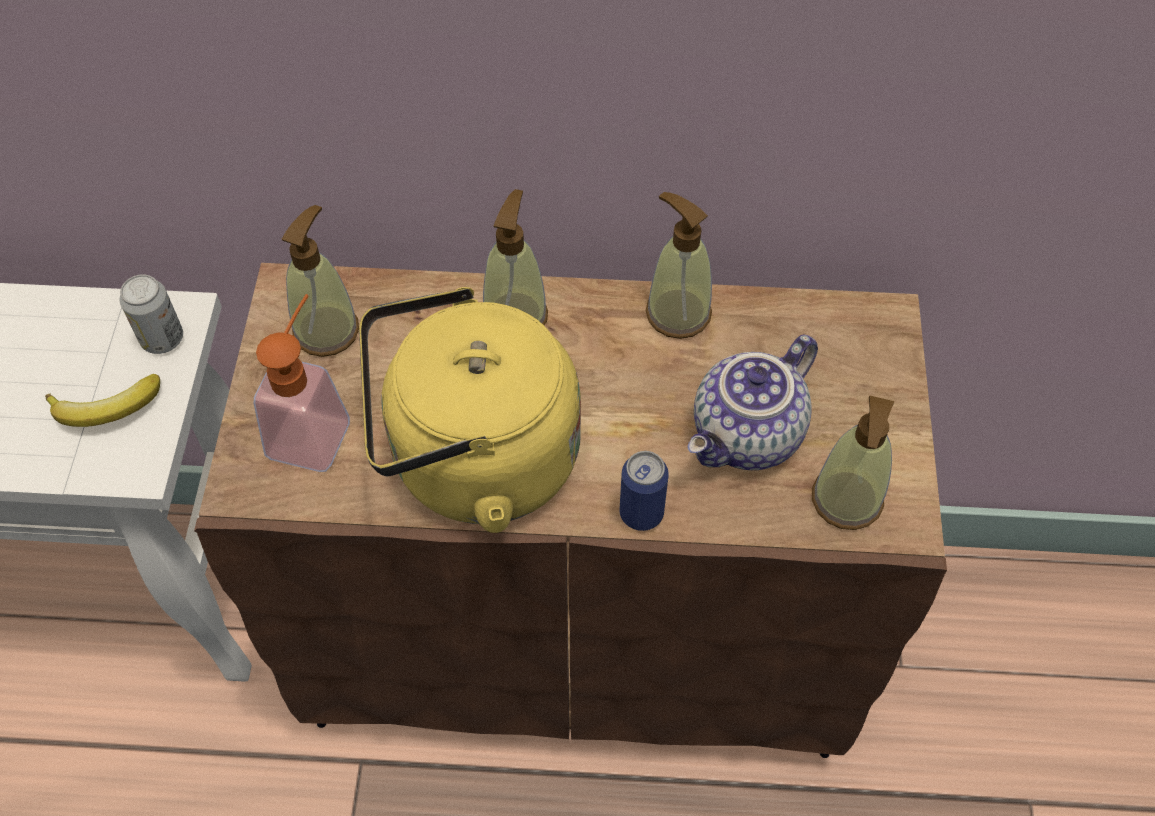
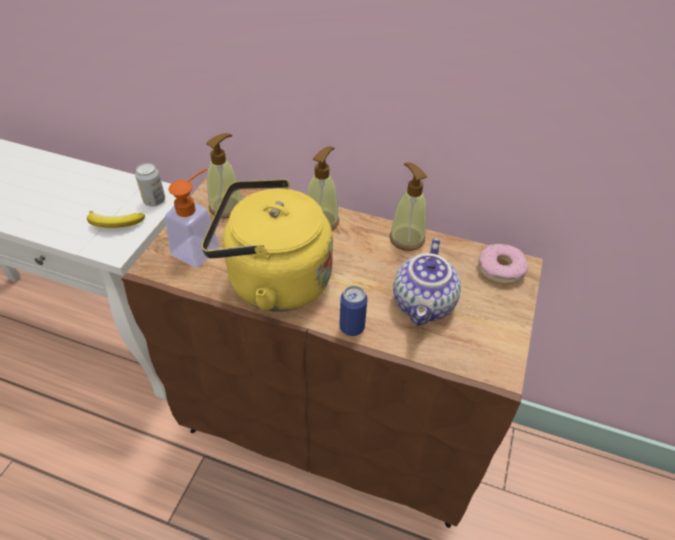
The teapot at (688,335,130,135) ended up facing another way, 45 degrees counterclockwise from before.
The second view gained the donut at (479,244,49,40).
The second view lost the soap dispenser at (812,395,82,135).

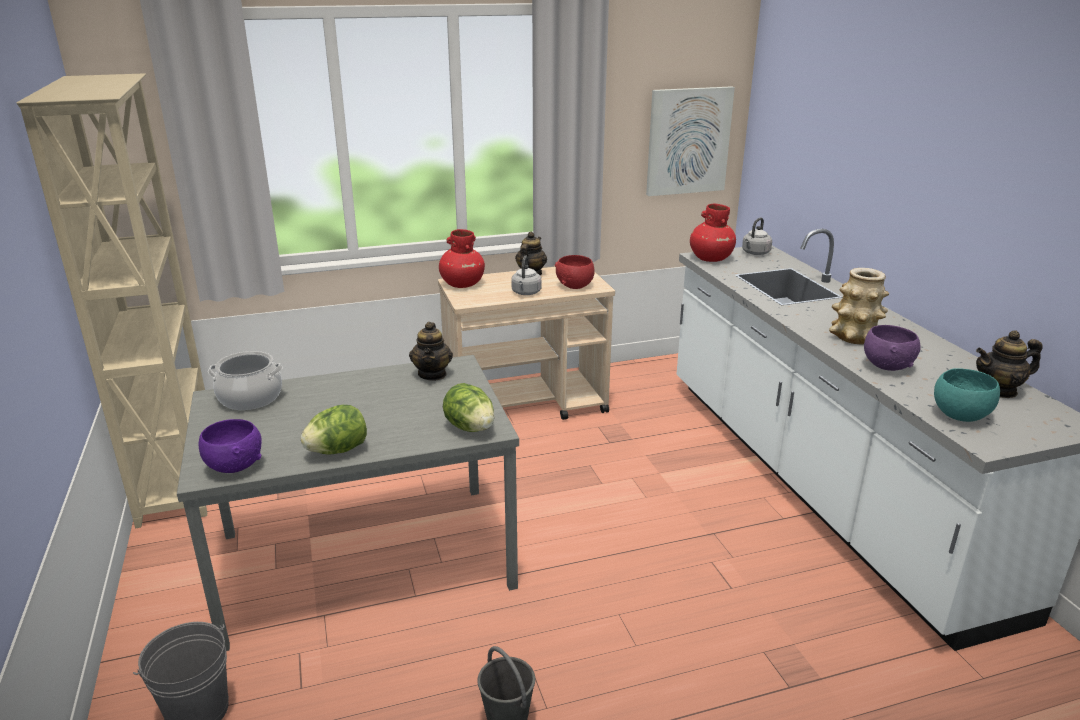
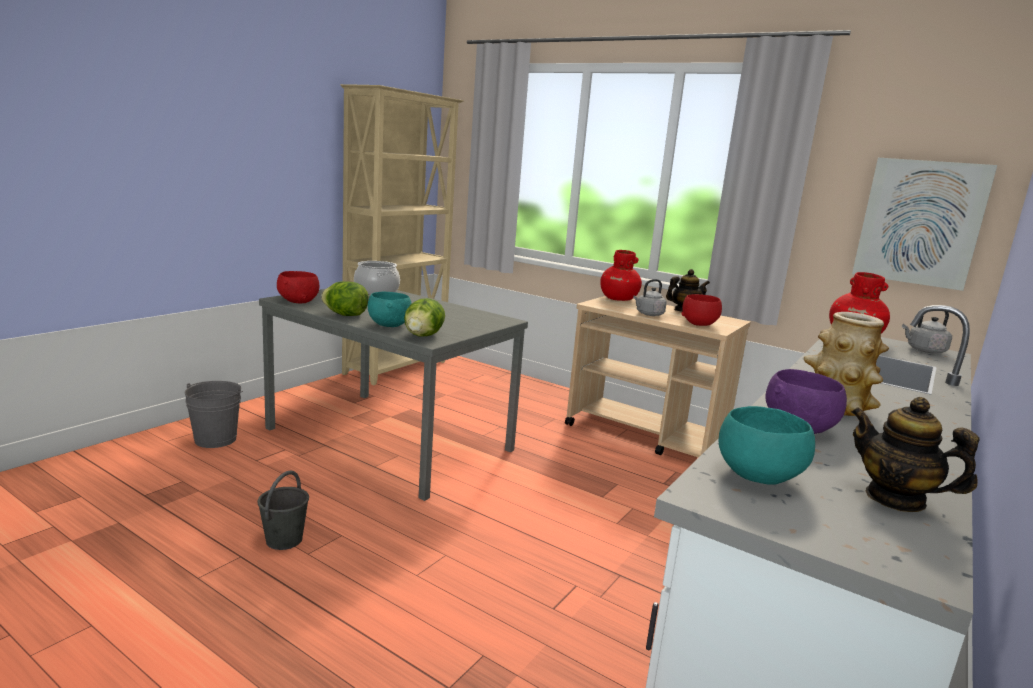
What was the purple bowl at (199,419,63,54) turned into the red bowl at (277,271,43,32).
The second view gained the turquoise bowl at (368,292,44,35).
The second view lost the teapot at (409,322,44,59).

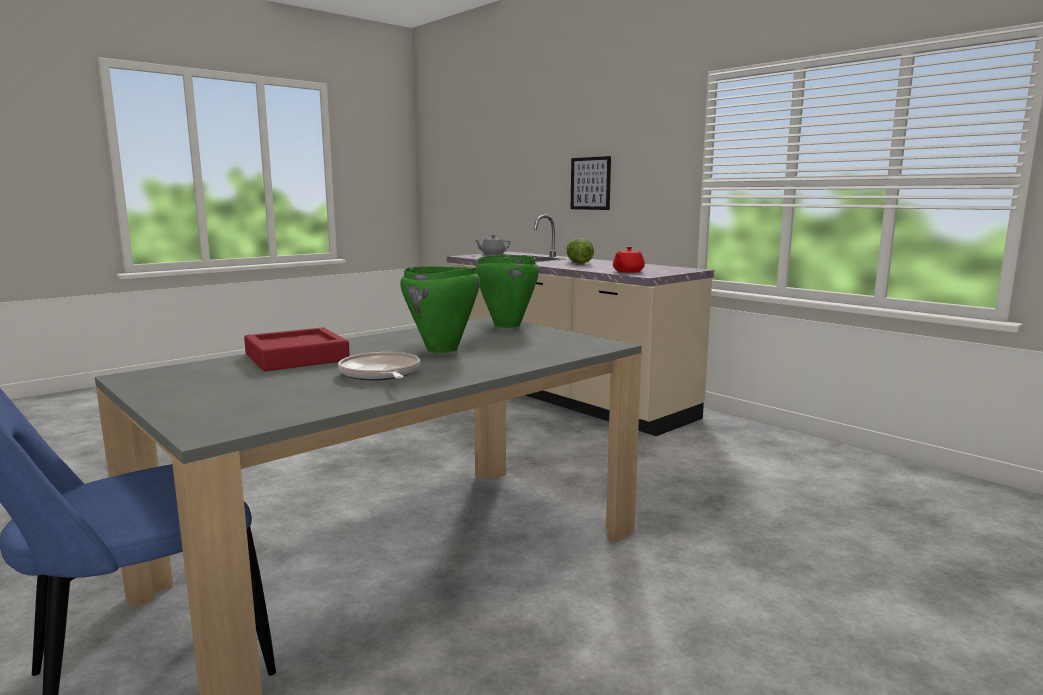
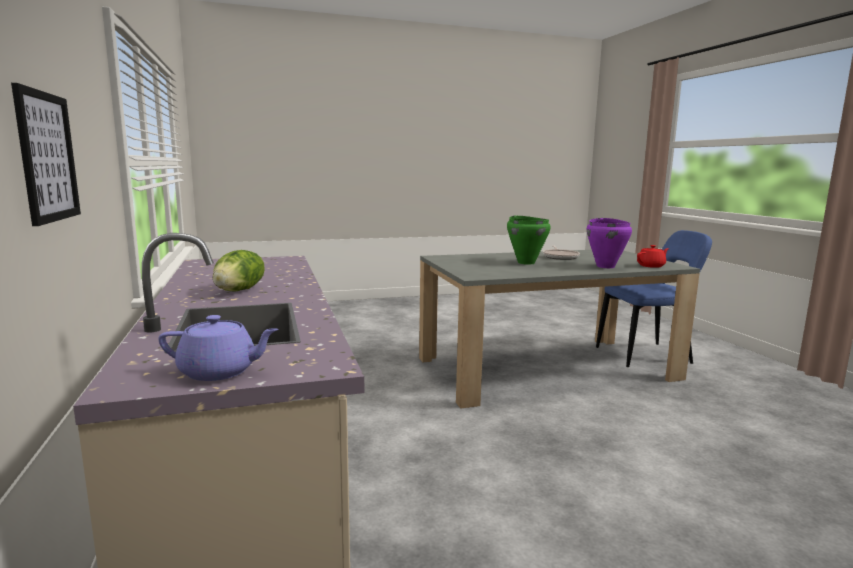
What was the grey teapot at (475,235,35,20) turned into the purple teapot at (159,315,119,66).
Where the red tray stood at (244,327,106,44), the purple cooking pot came to stand at (587,218,45,50).
The red teapot ended up elsewhere, having gone from (613,247,32,25) to (637,245,32,23).
The second view lost the green cooking pot at (476,254,63,74).

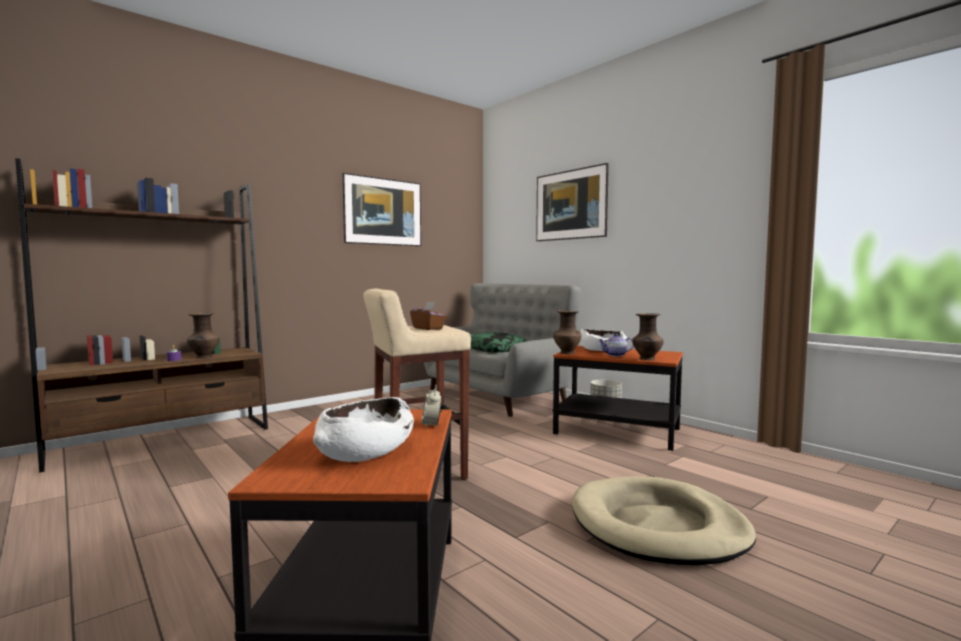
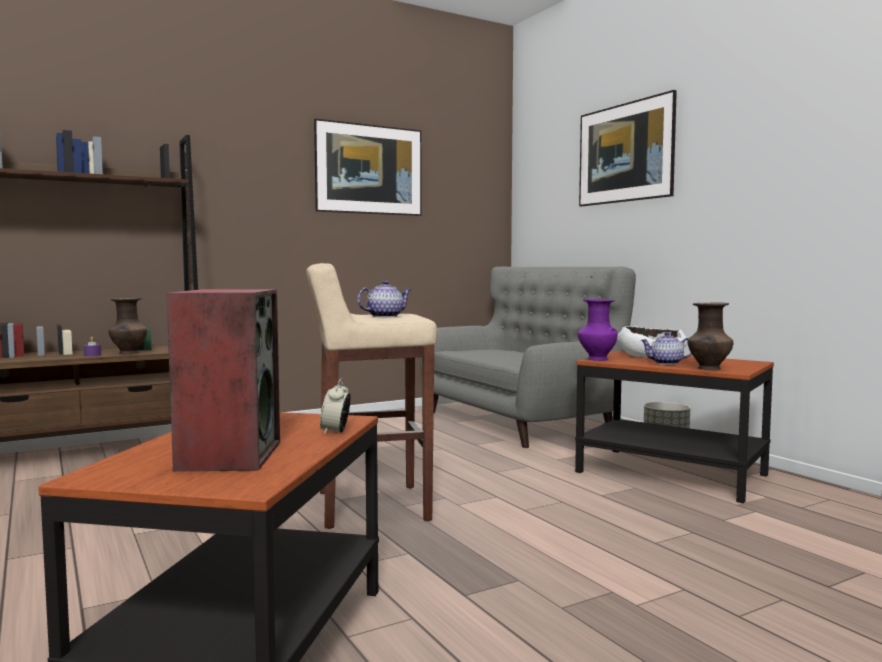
Where the white bowl stood at (313,397,101,65), the speaker came to stand at (167,289,113,183).
Where the brown tissue box stood at (410,302,36,28), the teapot came to stand at (358,281,53,36).
What was the brown vase at (553,310,28,44) turned into the purple vase at (578,299,40,62).
The second view lost the pillow at (470,332,56,20).
The second view lost the beige dog bed at (572,476,184,89).

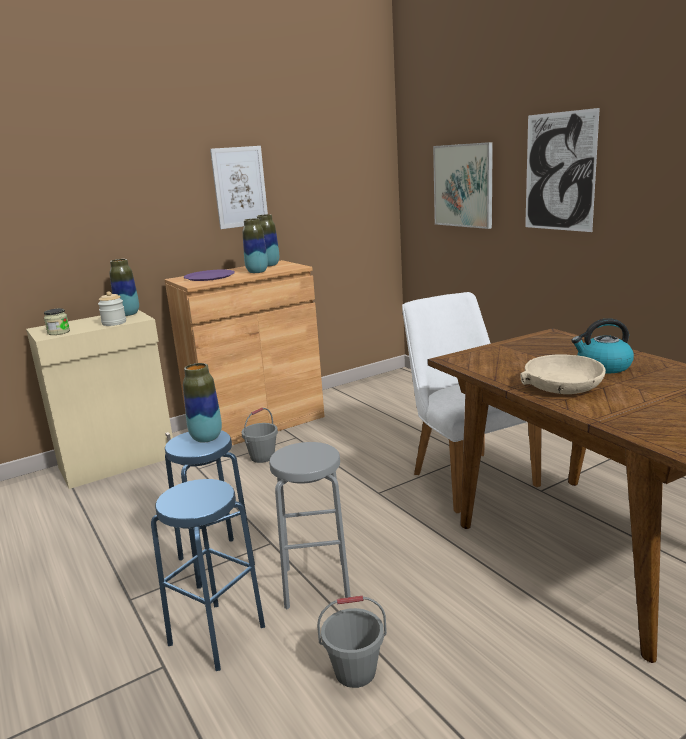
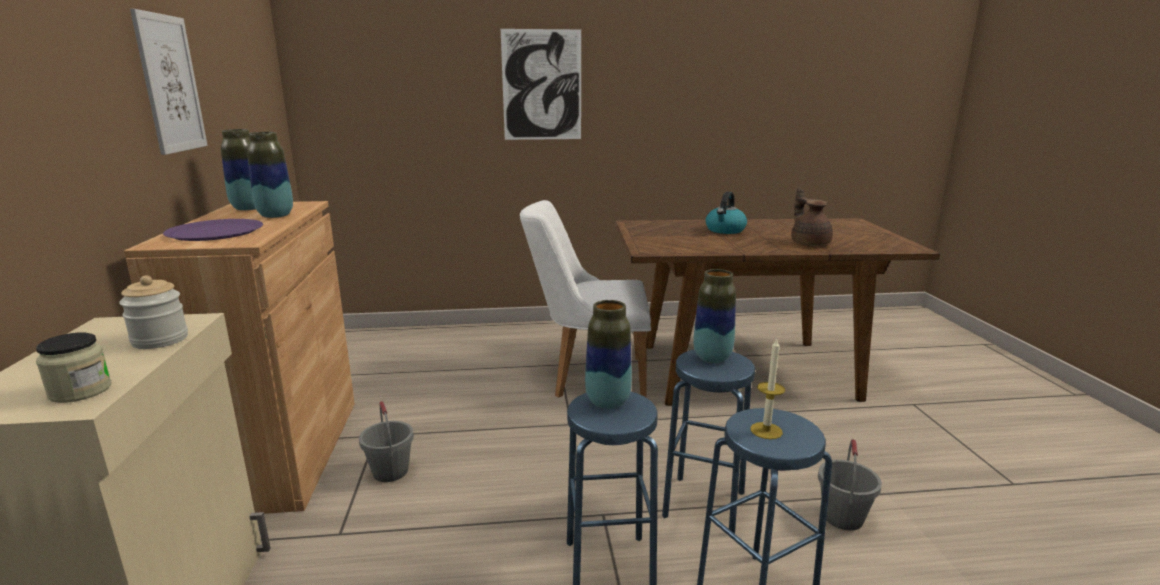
What was the grey stool at (269,442,82,167) turned into the blue stool at (662,350,93,184).
The vase ended up elsewhere, having gone from (110,259,29,57) to (693,269,43,94).
The second view gained the candle at (751,337,34,102).
The second view gained the brown teapot at (791,187,42,59).
The second view lost the picture at (433,142,60,87).
The second view lost the beige bowl at (520,354,86,40).

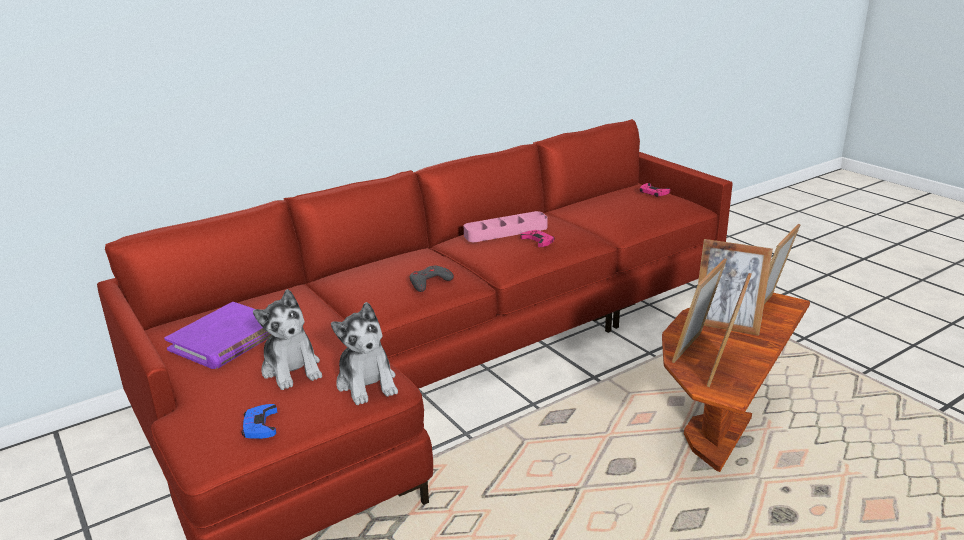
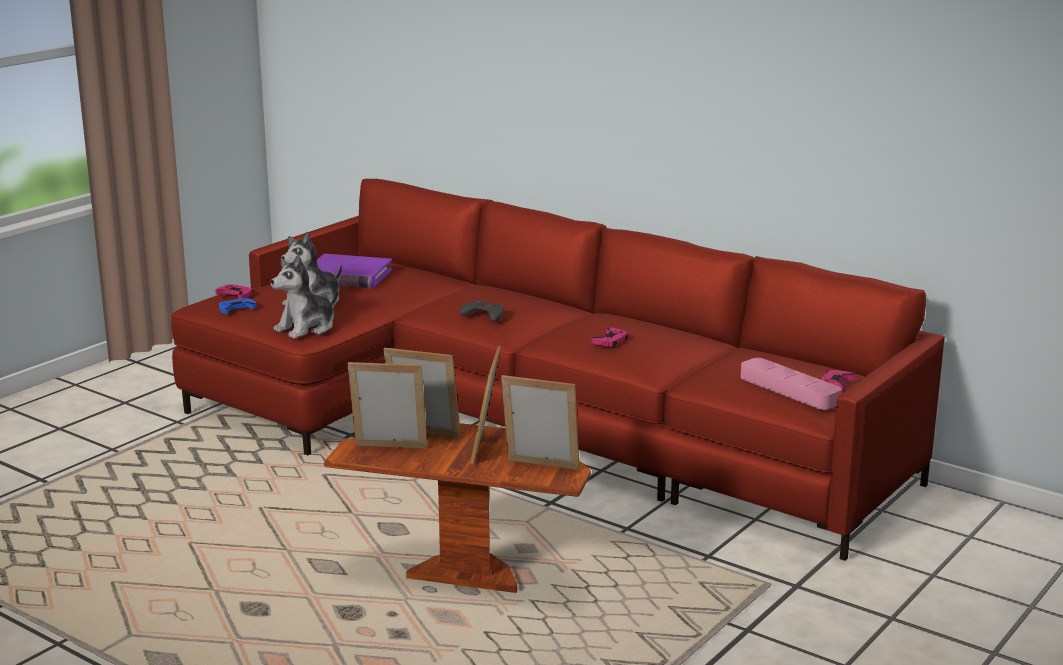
The second view gained the pink game controller at (216,284,37,15).
The pink tray ended up elsewhere, having gone from (463,211,85,31) to (741,358,100,52).

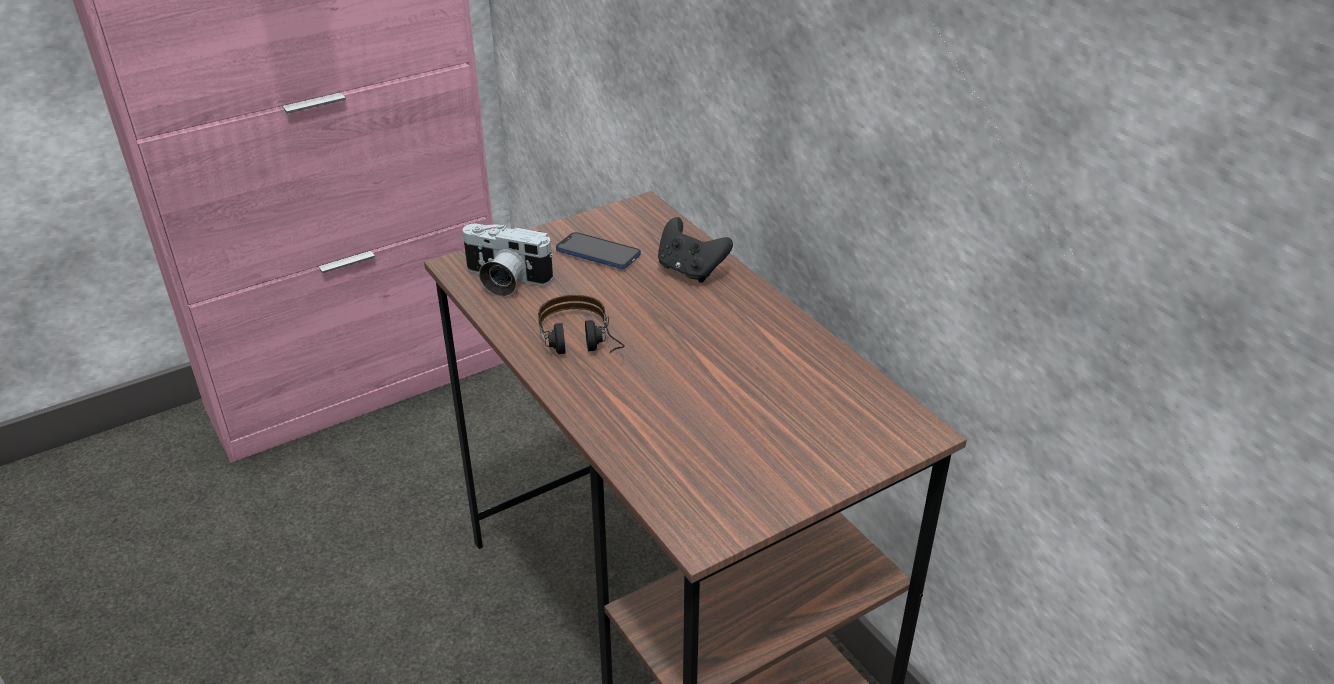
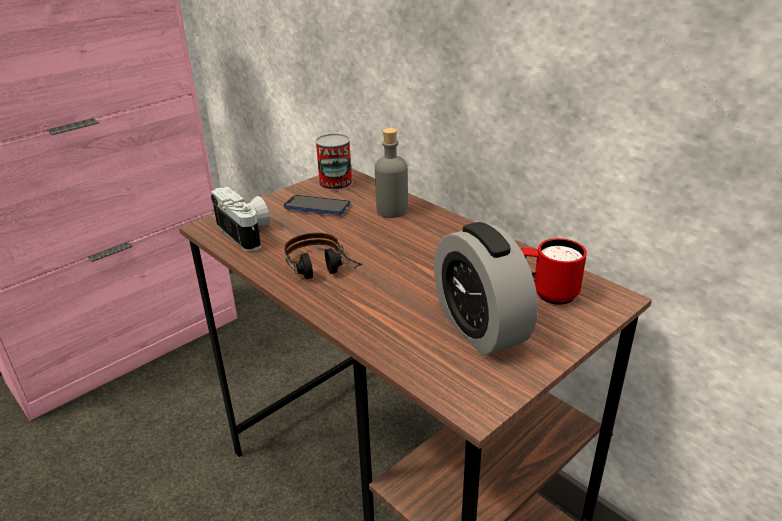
The photo camera at (462,223,92,73) ended up facing another way, 135 degrees counterclockwise from before.
The second view gained the can at (315,133,38,58).
Where the black game controller stood at (658,217,75,66), the grey bottle came to stand at (375,128,33,90).
The second view gained the alarm clock at (434,222,104,134).
The second view gained the red mug at (521,238,66,67).

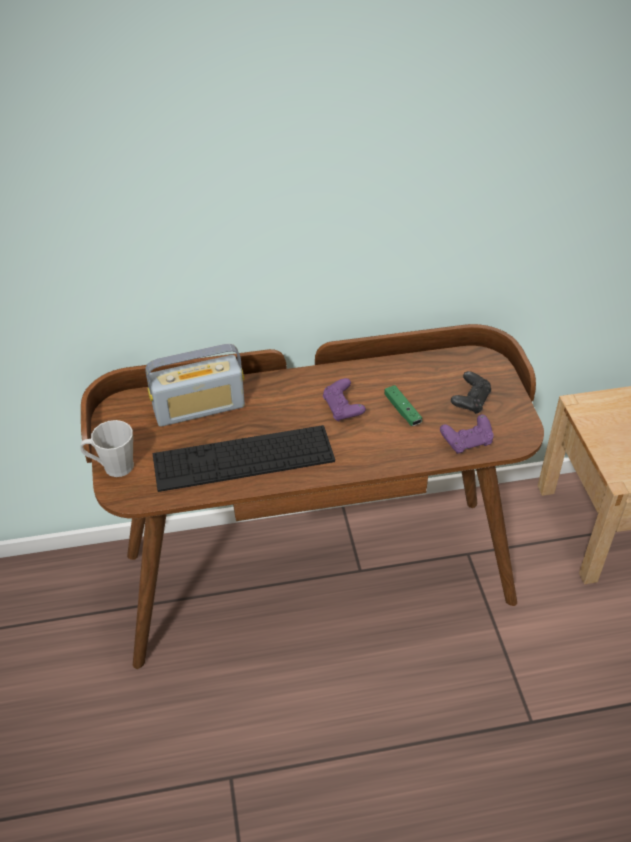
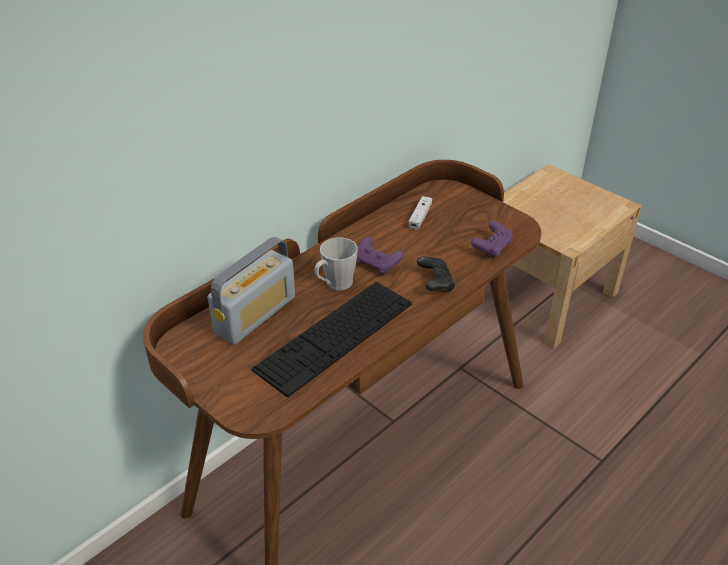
The grey mug ended up elsewhere, having gone from (80,420,54,57) to (314,237,44,53).
The second view gained the white game controller at (408,196,24,34).
The black game controller ended up elsewhere, having gone from (451,371,40,43) to (417,257,38,35).
The second view lost the green game controller at (384,385,38,41).

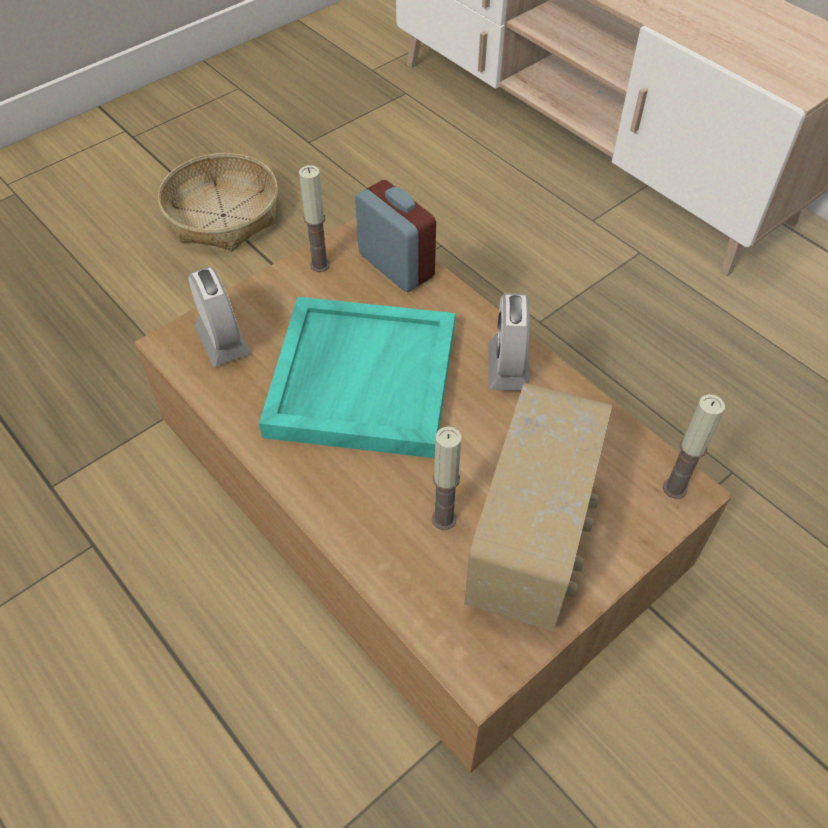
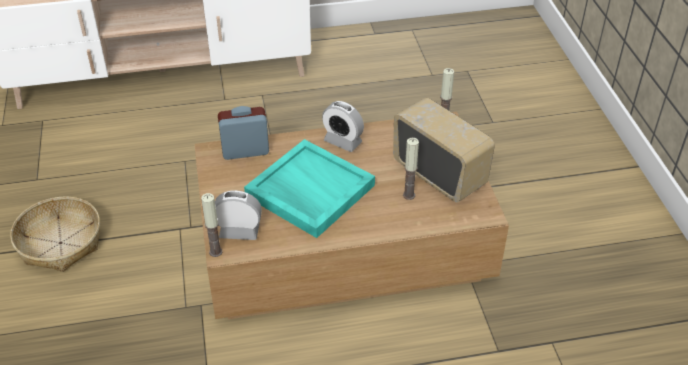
The candle ended up elsewhere, having gone from (299,165,31,107) to (201,193,21,64).

